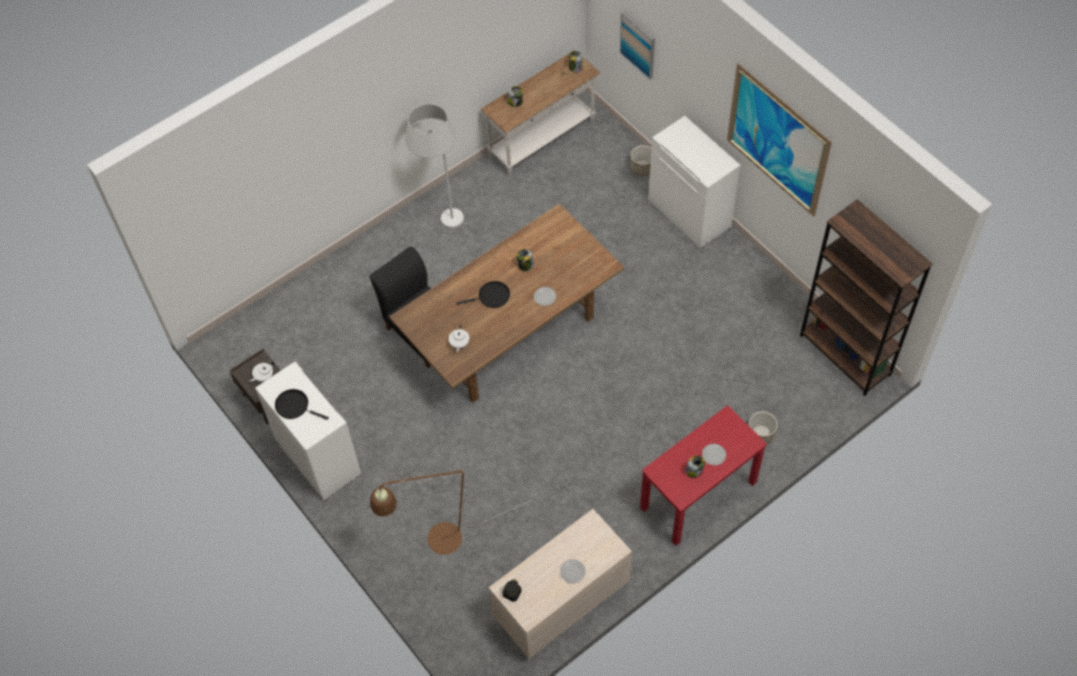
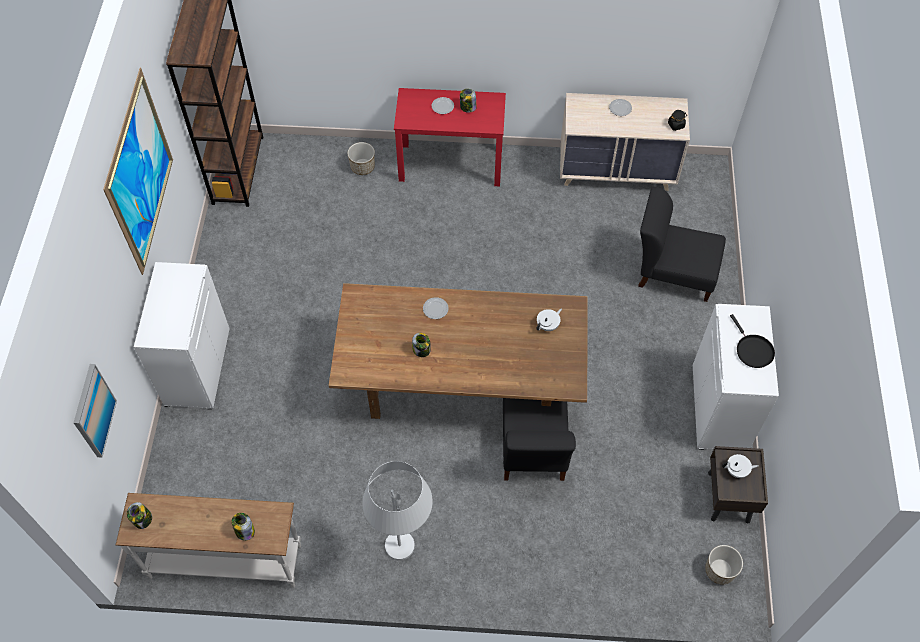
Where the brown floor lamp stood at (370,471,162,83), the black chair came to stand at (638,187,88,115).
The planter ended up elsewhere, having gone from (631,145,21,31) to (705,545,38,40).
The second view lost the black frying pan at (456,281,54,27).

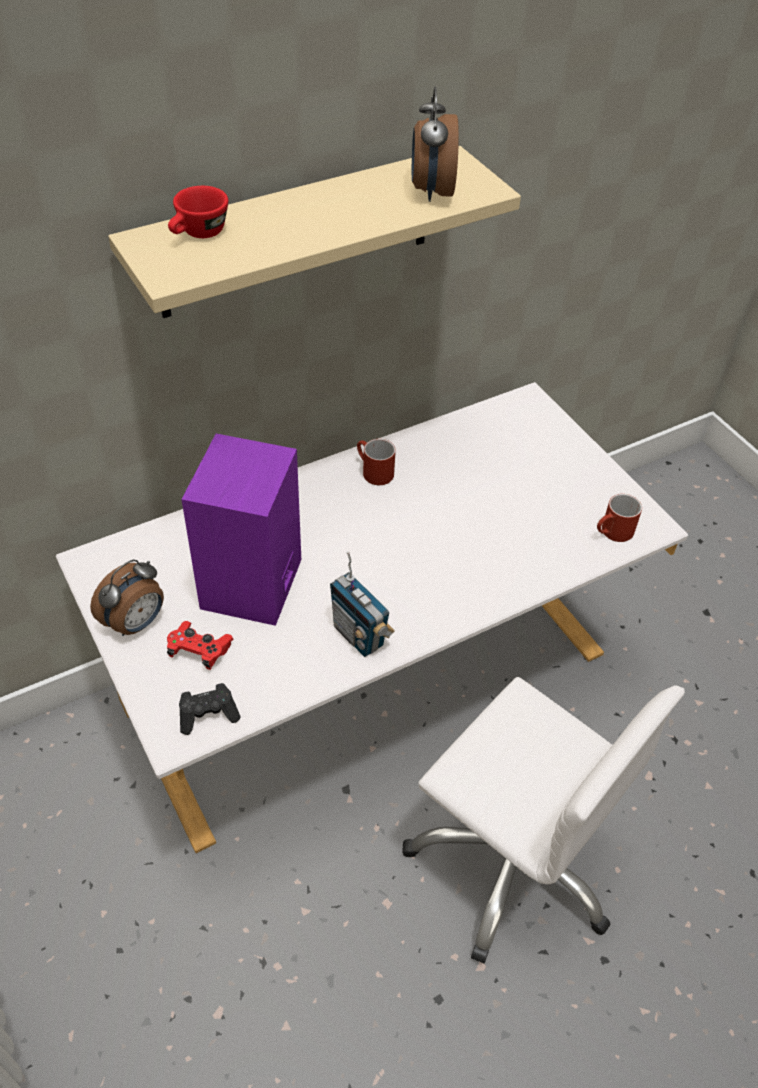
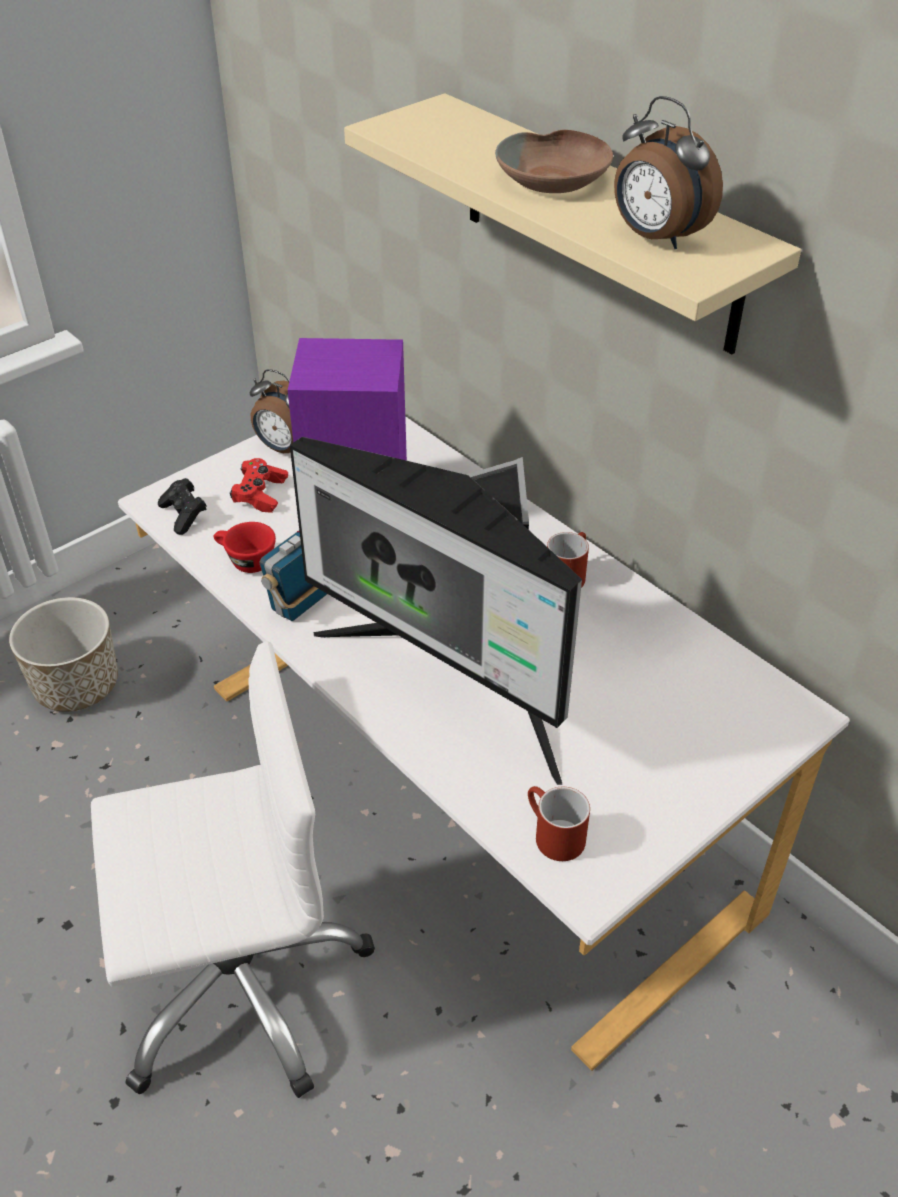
The second view gained the planter at (9,597,109,114).
The white office chair at (402,677,283,287) ended up facing another way, 135 degrees counterclockwise from before.
The red cup ended up elsewhere, having gone from (168,186,60,52) to (214,522,62,51).
The second view gained the monitor at (290,437,292,348).
The second view gained the brown bowl at (495,130,118,63).
The alarm clock at (412,87,47,115) ended up facing another way, 120 degrees counterclockwise from before.

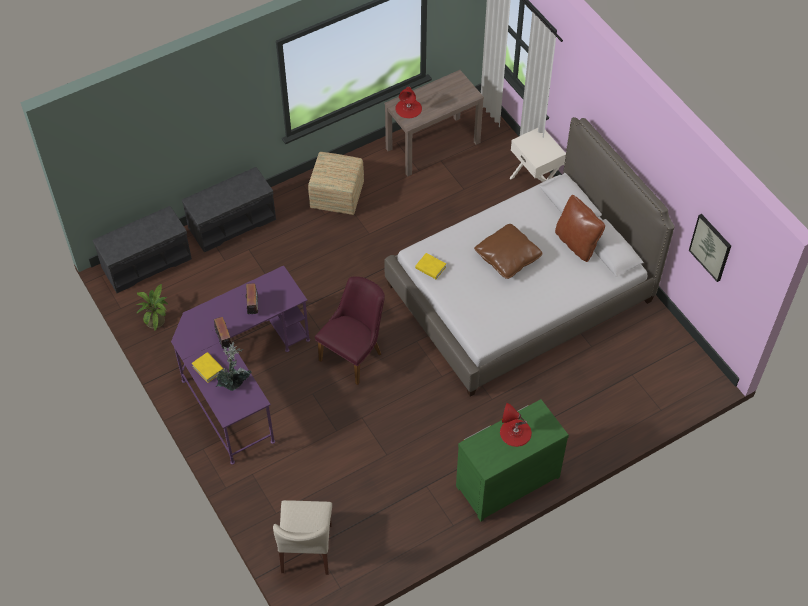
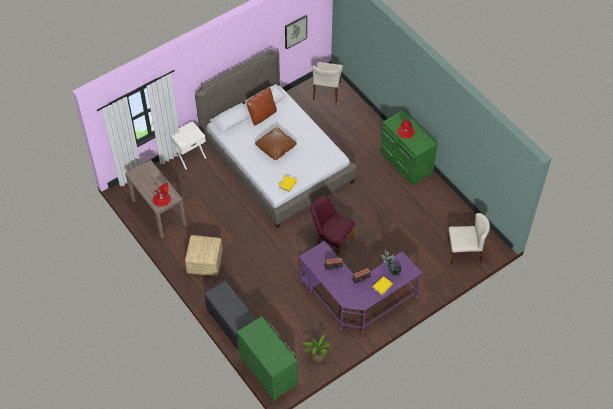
Where the grey bench stood at (93,206,99,87), the green dresser came to stand at (237,316,61,85).
The second view gained the beige chair at (313,62,30,41).

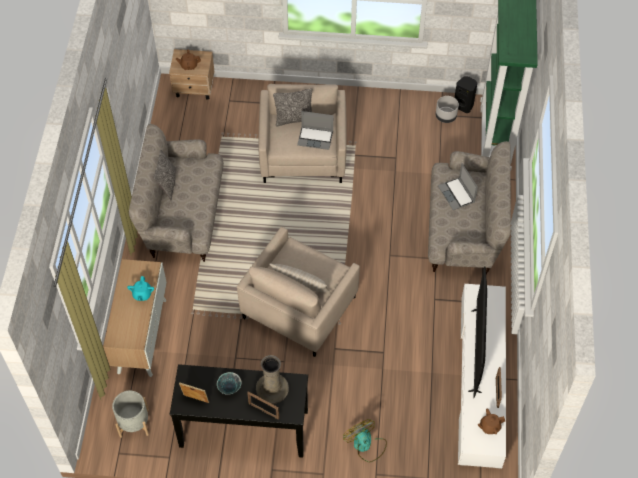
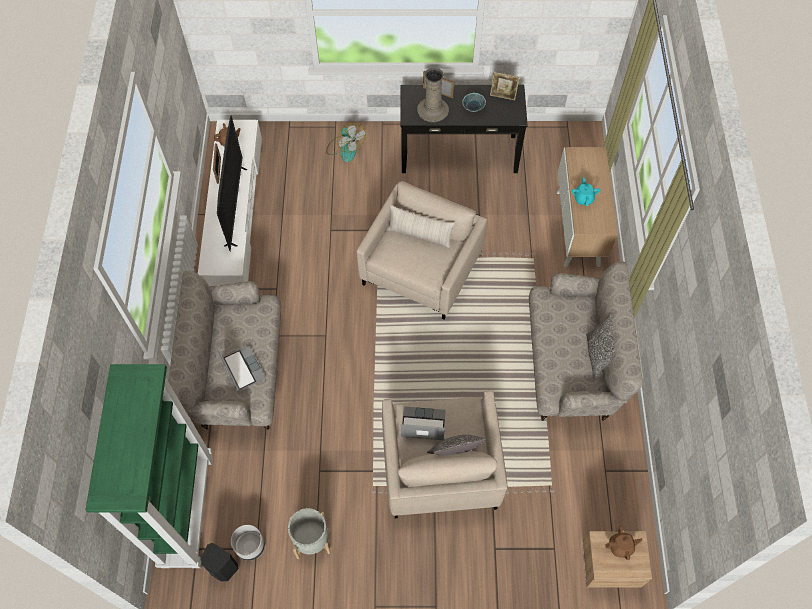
The grey planter ended up elsewhere, having gone from (112,391,37,47) to (288,508,42,51).

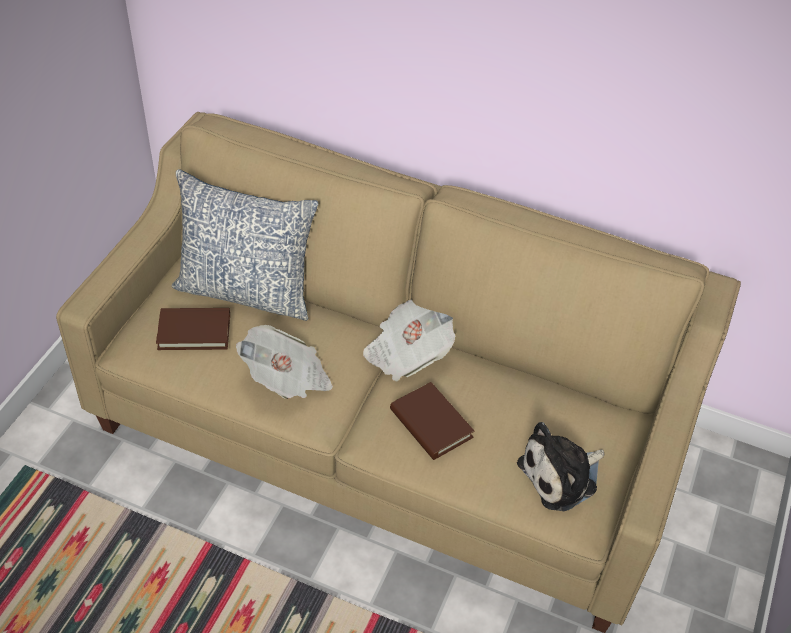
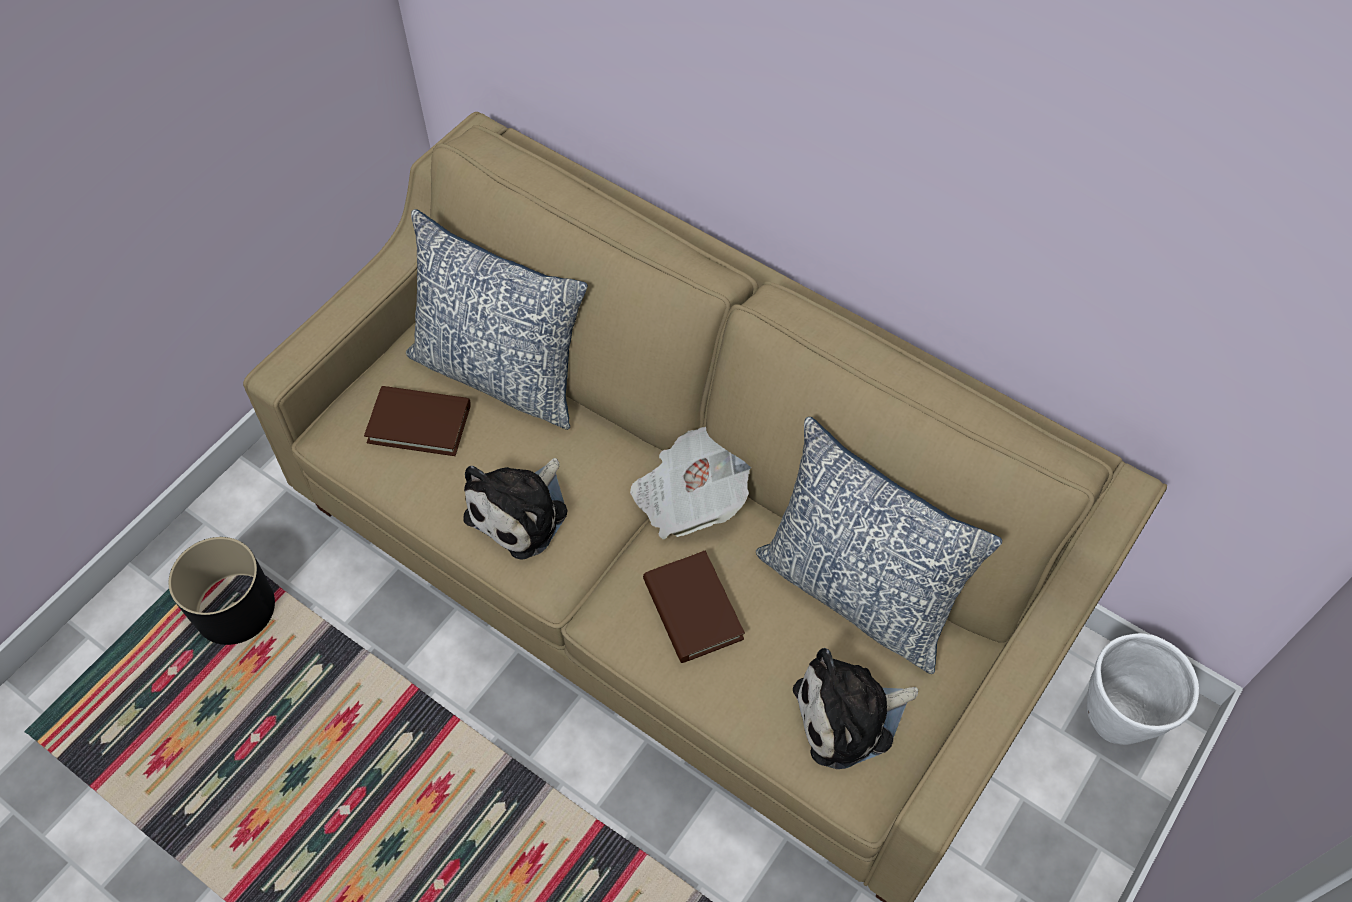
The second view gained the black planter at (169,537,106,108).
Where the newspaper stood at (236,325,97,74), the plush toy came to stand at (463,458,104,101).
The second view gained the pillow at (756,417,246,257).
The second view gained the white planter at (1087,633,112,112).

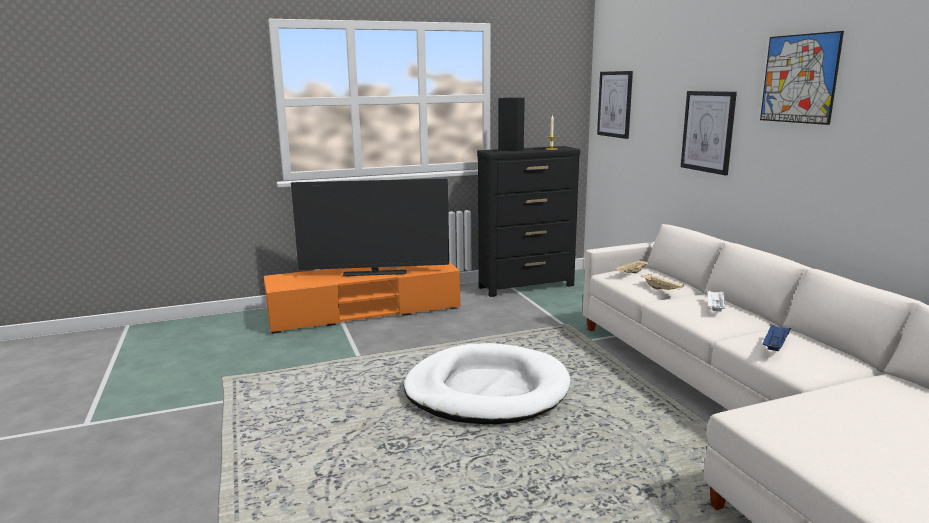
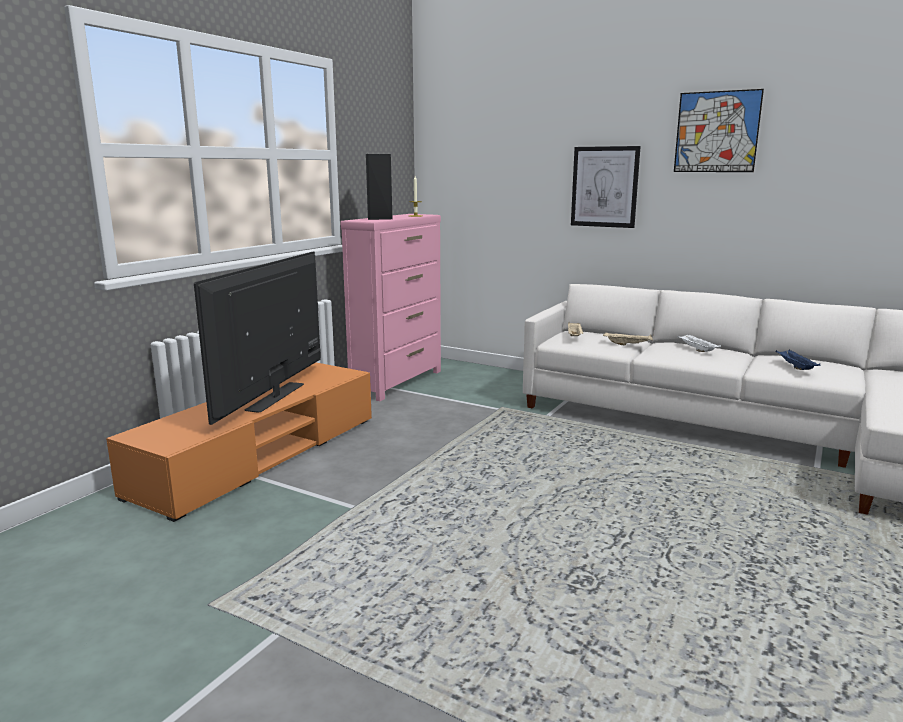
The television at (291,179,158,97) ended up facing another way, 150 degrees clockwise from before.
What was the black dresser at (477,146,103,151) turned into the pink dresser at (340,214,101,187).
The second view lost the white dog bed at (404,343,167,81).
The second view lost the picture at (597,71,36,68).

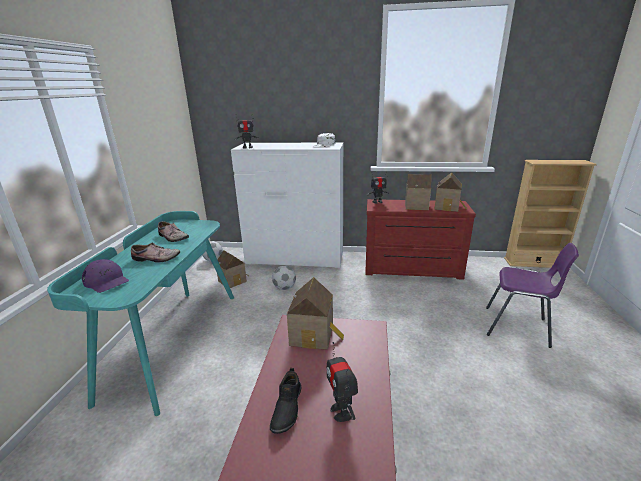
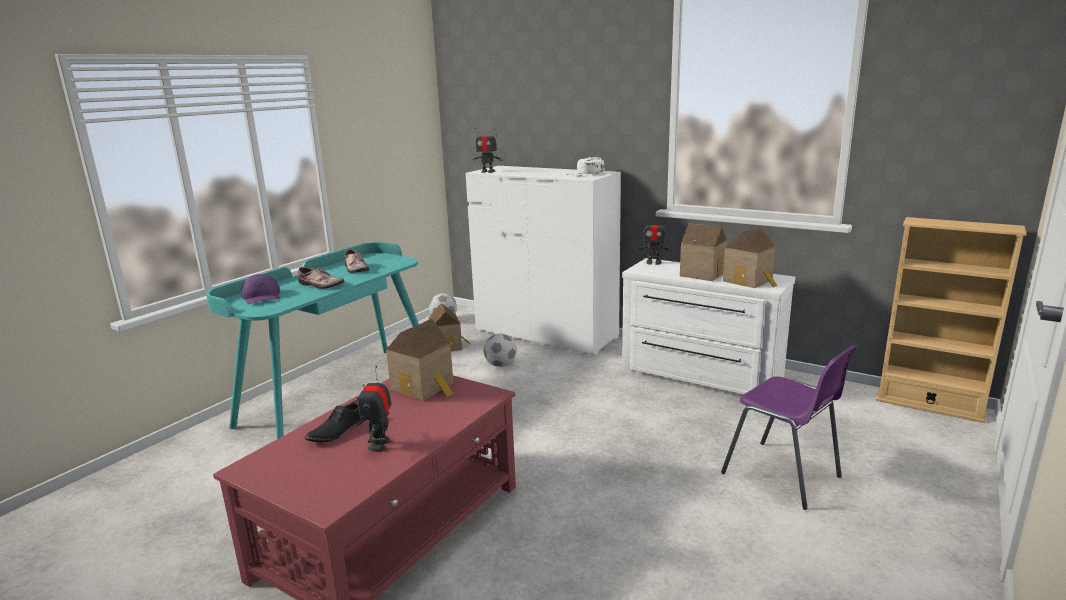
What was the red dresser at (365,199,111,81) turned into the white dresser at (622,258,173,137).

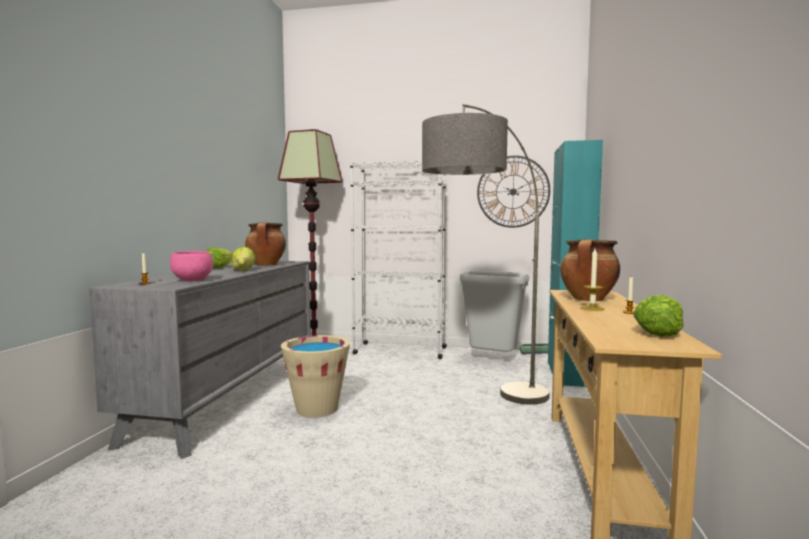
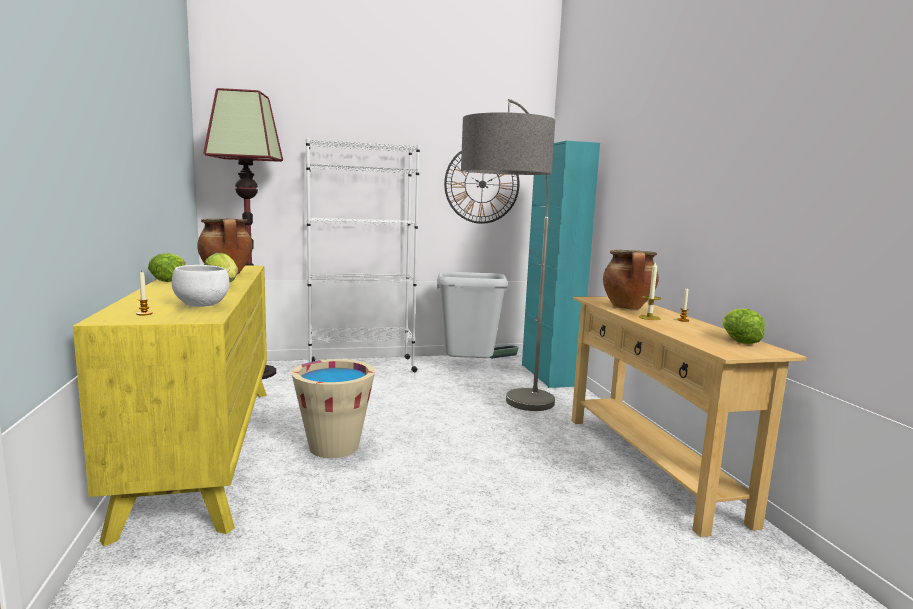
What was the grey dresser at (89,261,222,198) turned into the yellow dresser at (73,266,194,281).
What was the pink bowl at (170,251,43,30) turned into the white bowl at (172,265,58,42).

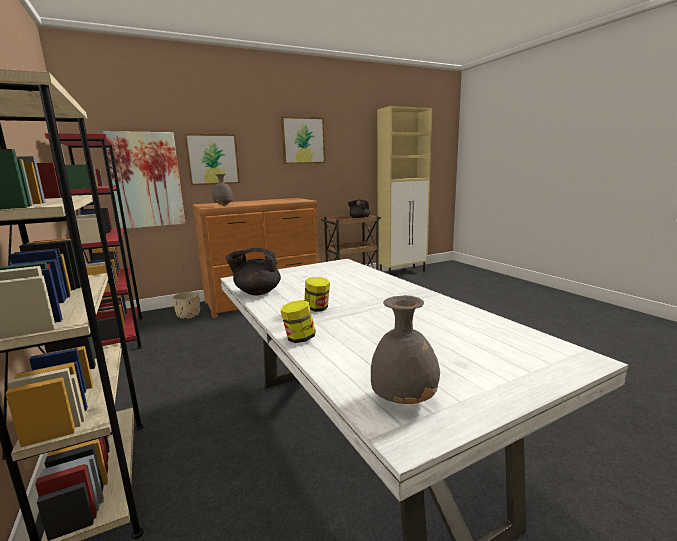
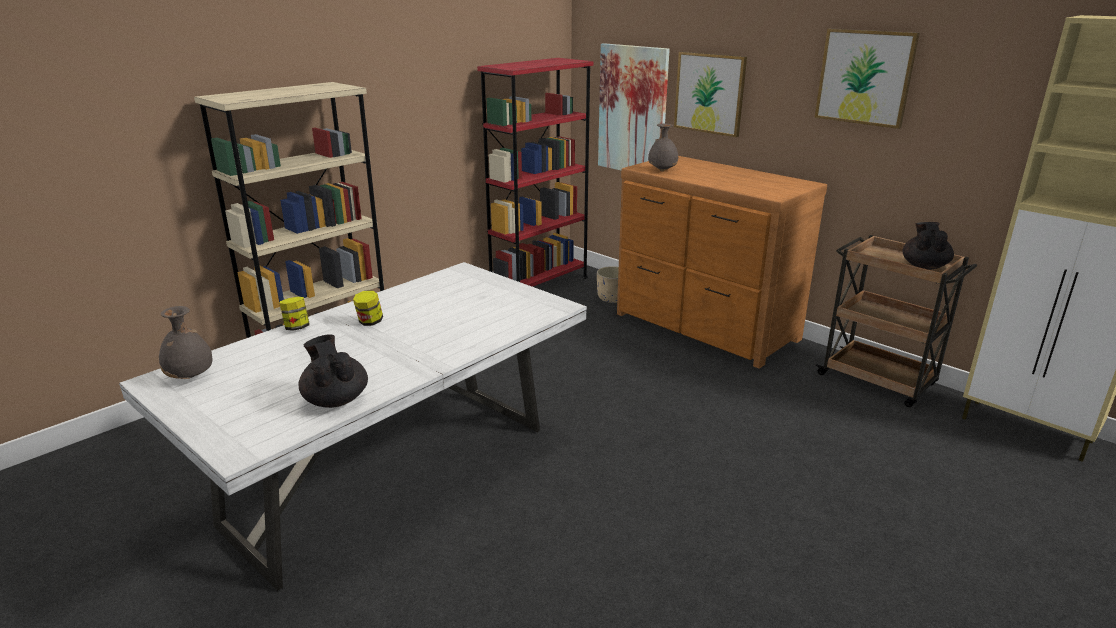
The black teapot ended up elsewhere, having gone from (226,248,55,47) to (299,334,69,74).

